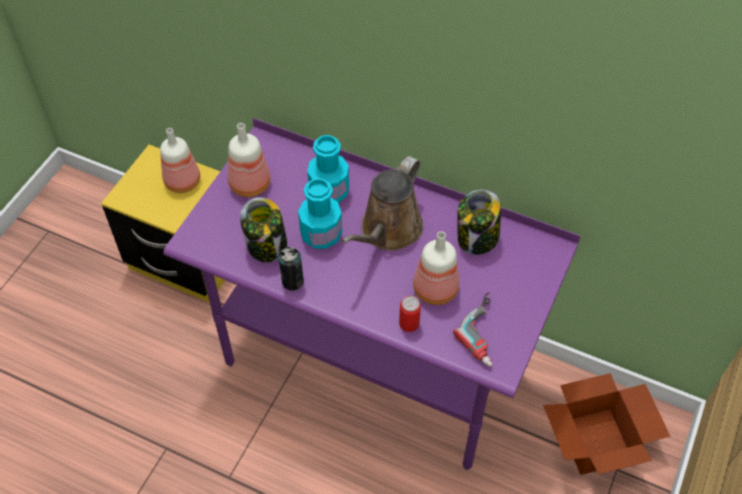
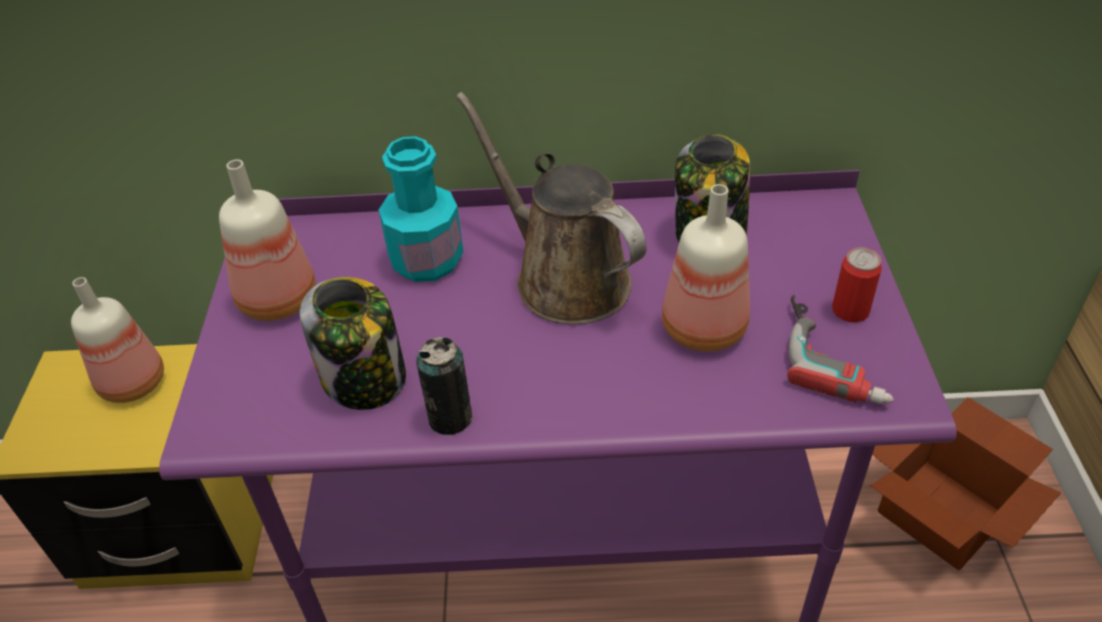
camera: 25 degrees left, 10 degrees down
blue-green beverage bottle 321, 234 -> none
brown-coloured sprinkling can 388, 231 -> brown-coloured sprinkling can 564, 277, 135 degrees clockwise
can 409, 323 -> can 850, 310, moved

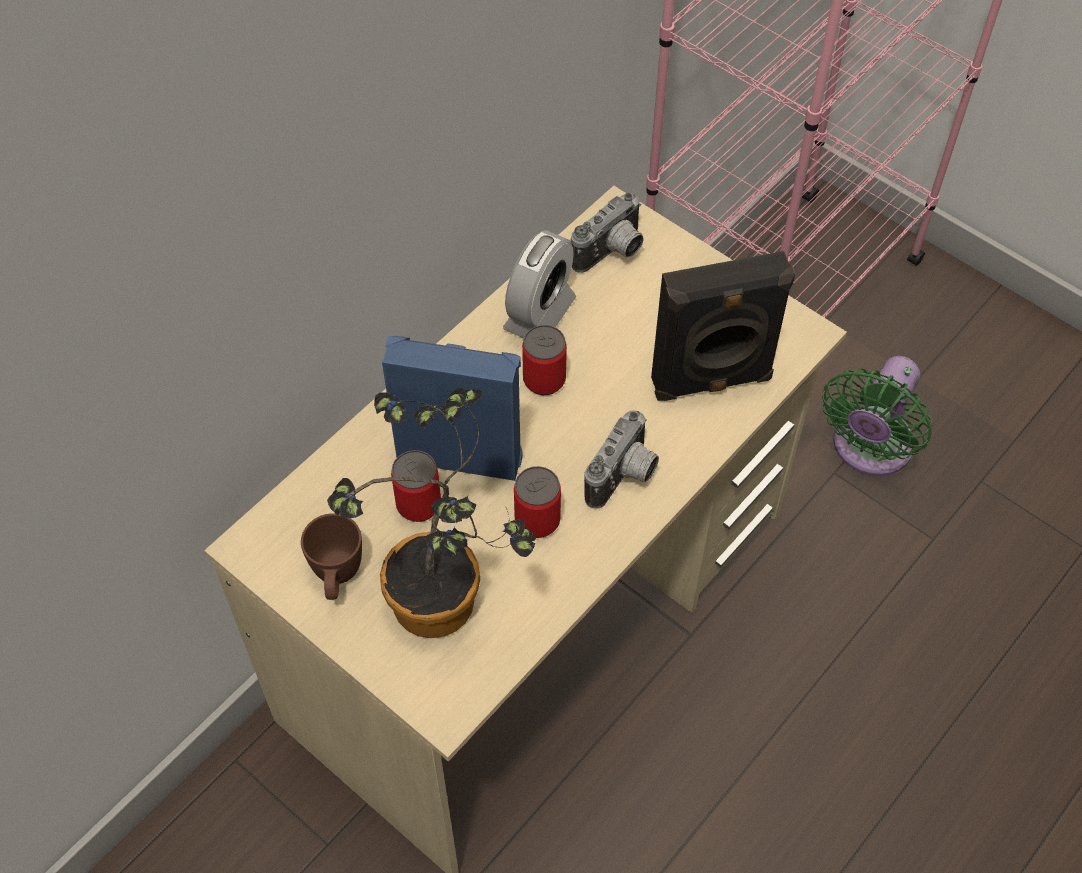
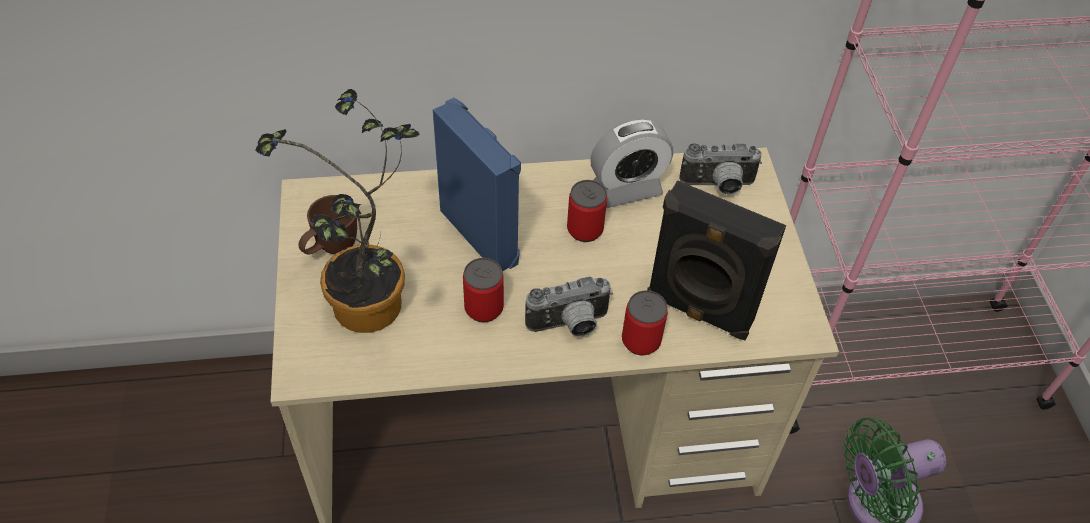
camera: 40 degrees right, 5 degrees down
can 418, 504 -> can 641, 340, moved

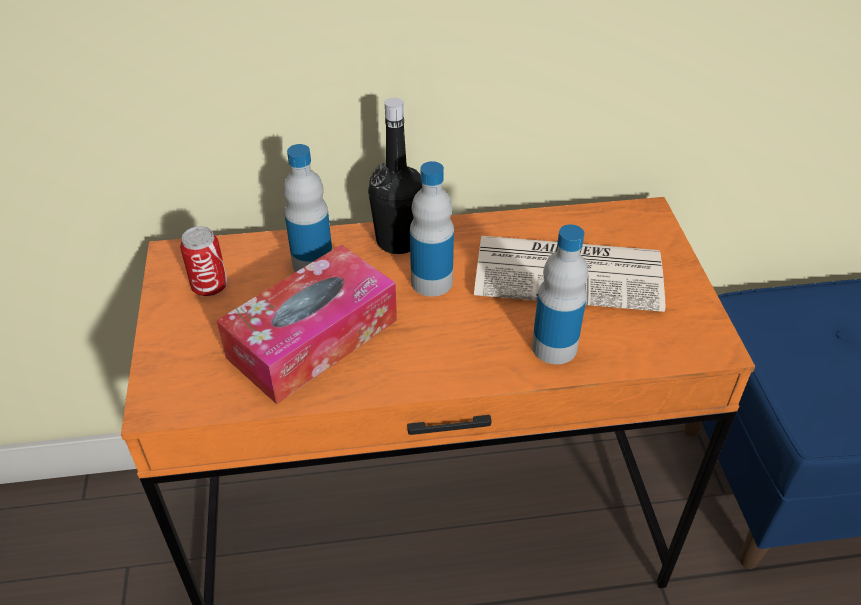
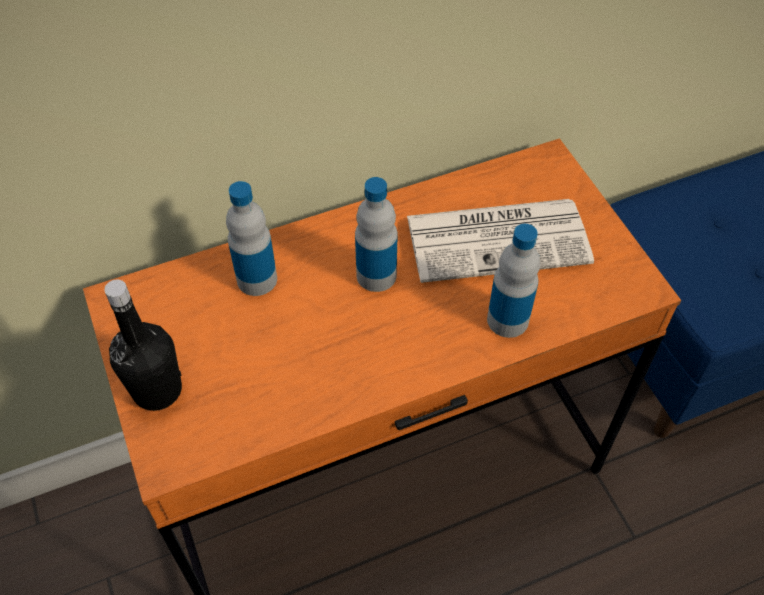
camera: 15 degrees left, 10 degrees up
can 210, 287 -> none
tissue holder 313, 338 -> none
blackish beverage bottle 398, 240 -> blackish beverage bottle 157, 390, moved

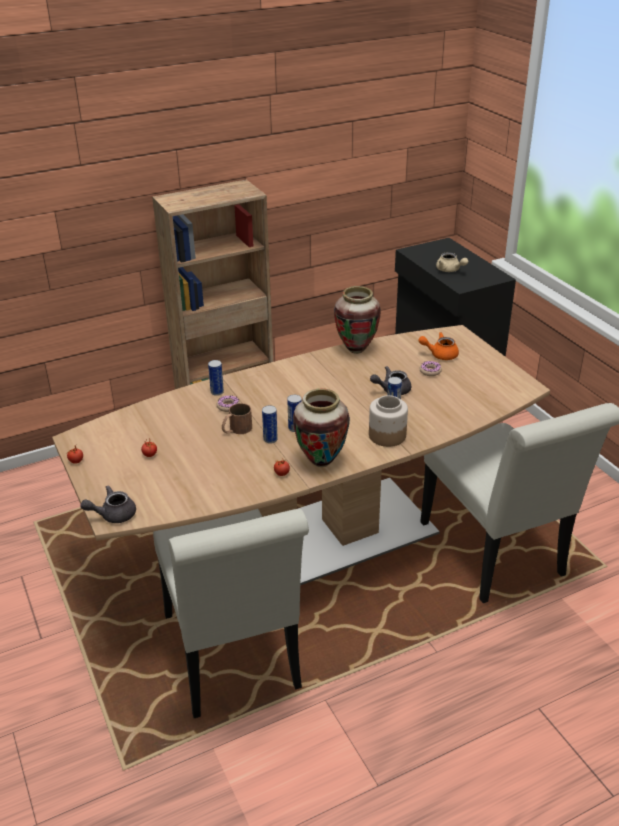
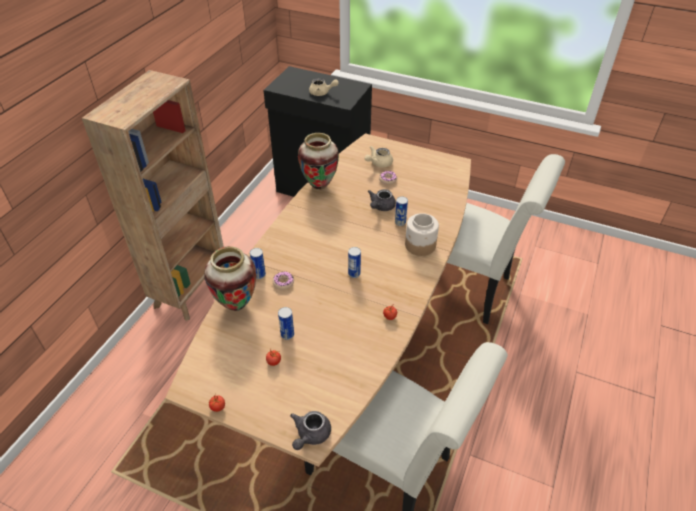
camera: 40 degrees left, 10 degrees up
brown-coloured mug 236, 430 -> none
can 270, 439 -> can 287, 334, moved
decorative vase 321, 462 -> decorative vase 237, 305, moved
orange-coloured teapot 440, 354 -> beige-coloured teapot 378, 163

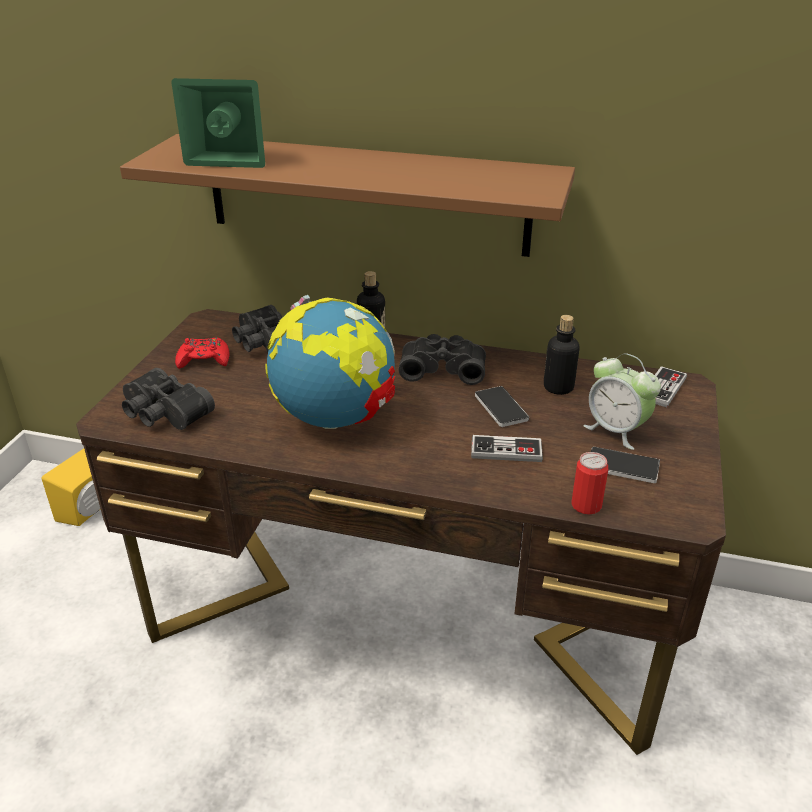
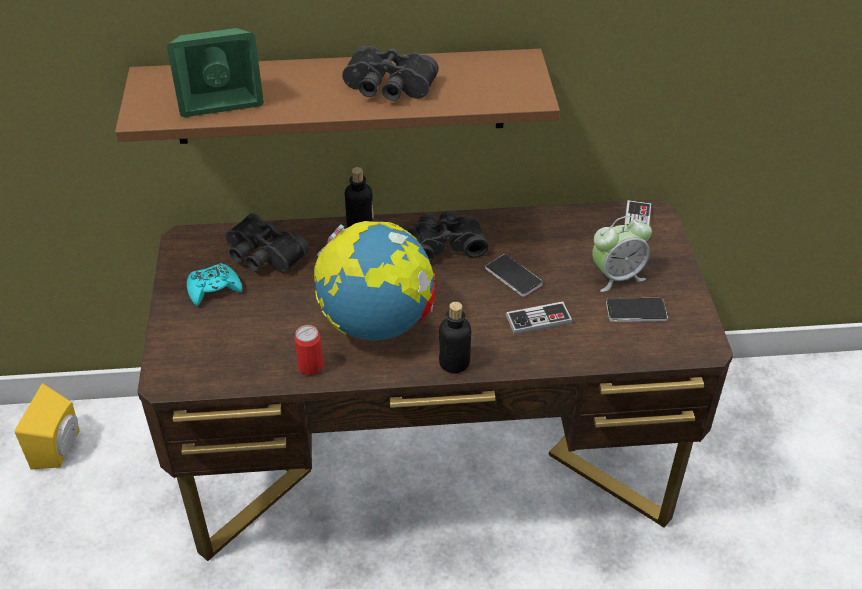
camera: 20 degrees left, 10 degrees up
blackish pair of binoculars 163, 413 -> blackish pair of binoculars 388, 89, moved
red-coloured game controller 204, 360 -> blue-green game controller 213, 289
beverage bottle 558, 387 -> beverage bottle 454, 363, moved
can 586, 505 -> can 310, 366, moved
alarm clock 616, 431 -> alarm clock 617, 276, 45 degrees counterclockwise

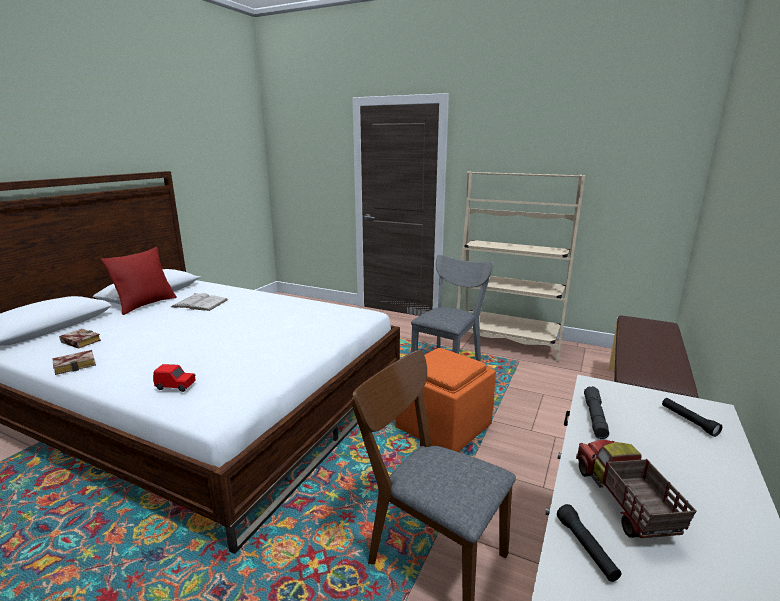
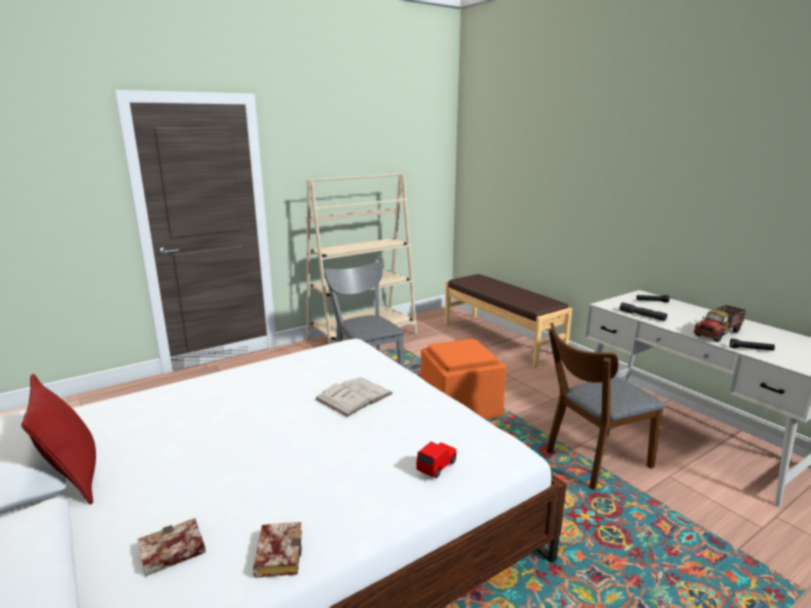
camera: 60 degrees left, 0 degrees up
white-coloured volume 200, 303 -> white-coloured volume 354, 396, moved
toy lorry 623, 503 -> toy lorry 718, 333, 60 degrees counterclockwise

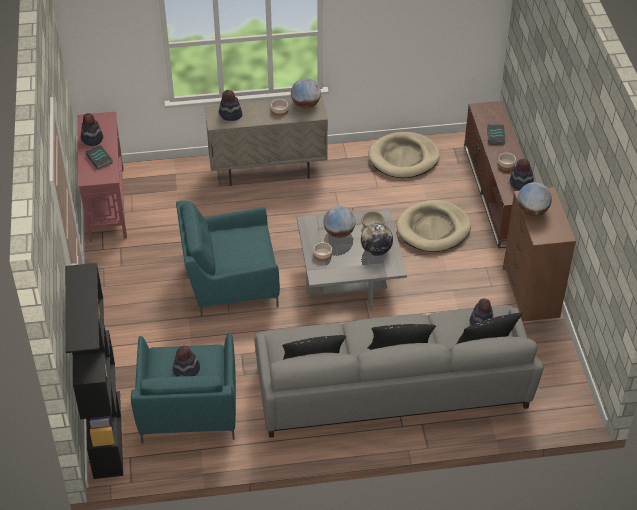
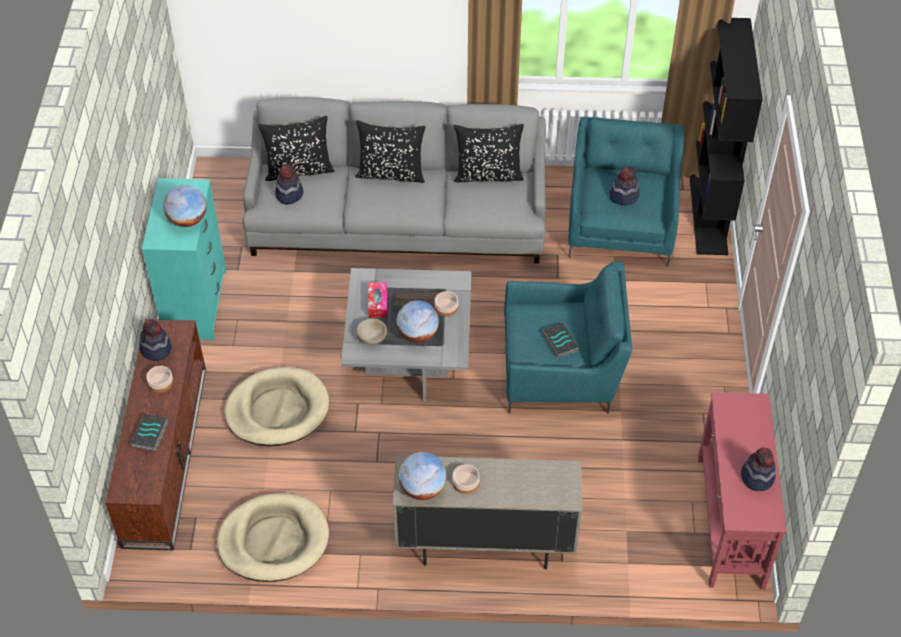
camera: 170 degrees left, 5 degrees up
volume 100, 159 -> volume 559, 342, moved
hat 230, 115 -> none
globe 376, 250 -> tissue holder 378, 303
brown-coloured chest of drawers 530, 293 -> blue-green chest of drawers 196, 304

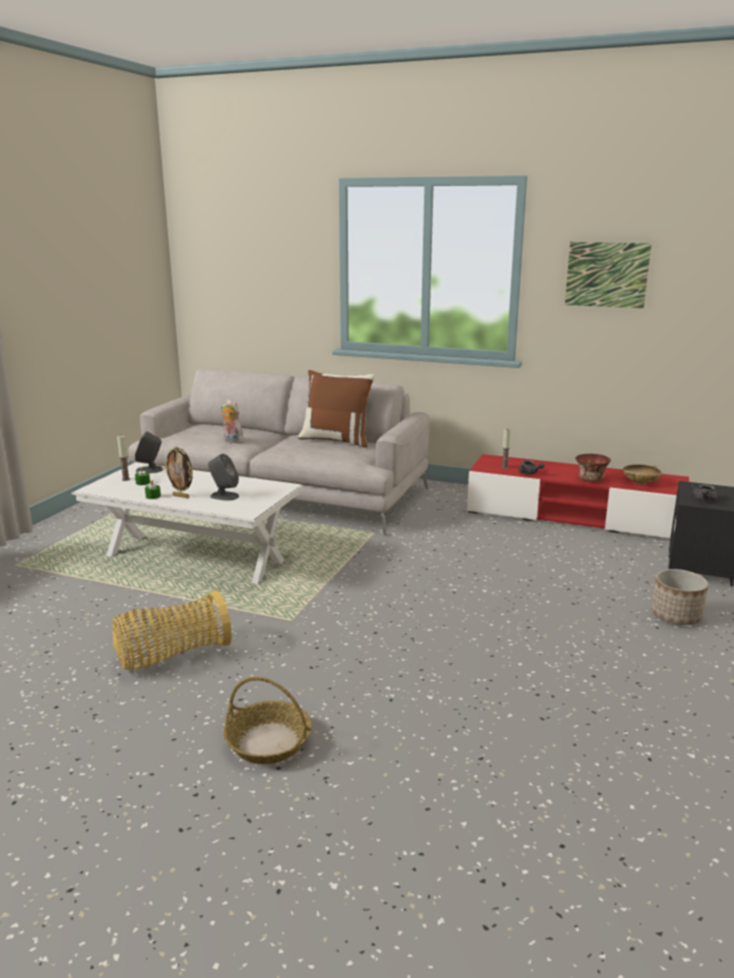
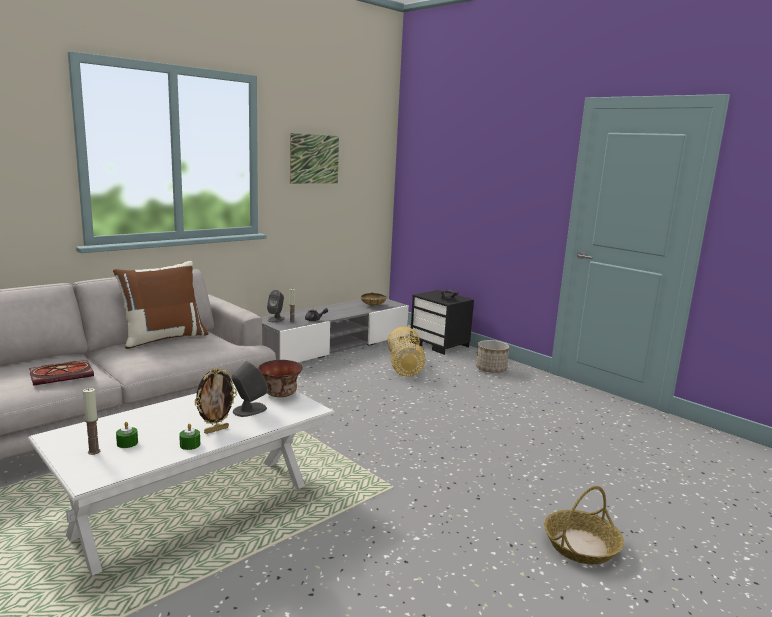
camera: 65 degrees left, 5 degrees down
household basket 172, 656 -> household basket 405, 368, moved
greyish audio speaker 150, 470 -> greyish audio speaker 276, 319, moved
plush toy 232, 441 -> volume 63, 374
red-coloured tv stand 573, 516 -> greyish tv stand 334, 345
bowl 591, 480 -> bowl 281, 394, moved

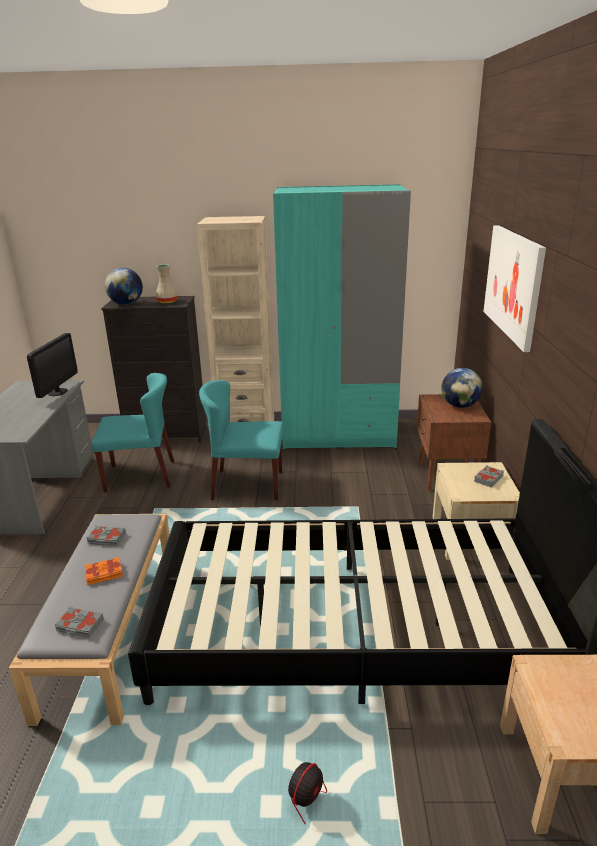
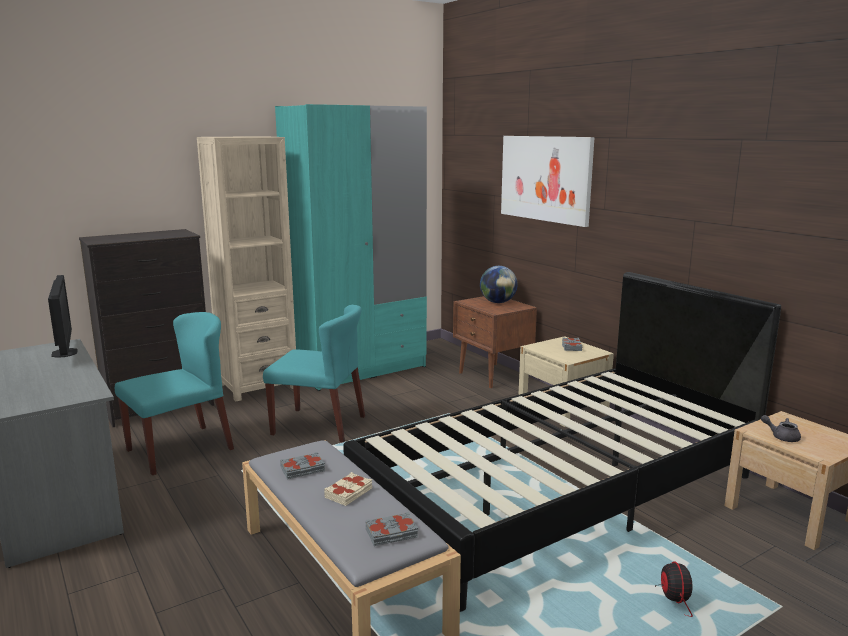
camera: 35 degrees left, 10 degrees down
orange-coloured volume 104, 574 -> beige-coloured volume 349, 493
globe 126, 304 -> none
beige-coloured decorative vase 167, 302 -> none
blue-green chair 247, 485 -> blue-green chair 319, 425, 135 degrees counterclockwise
none -> greyish teapot 781, 437

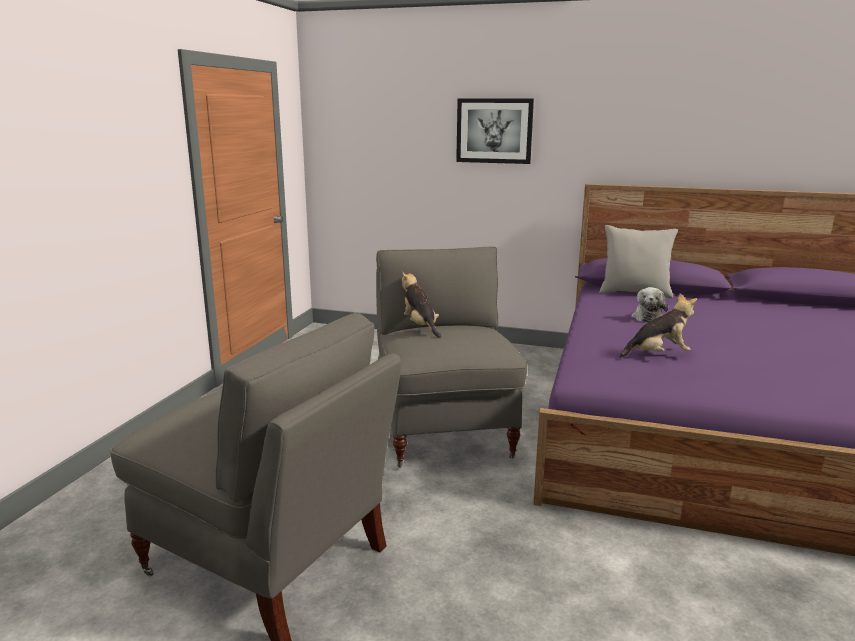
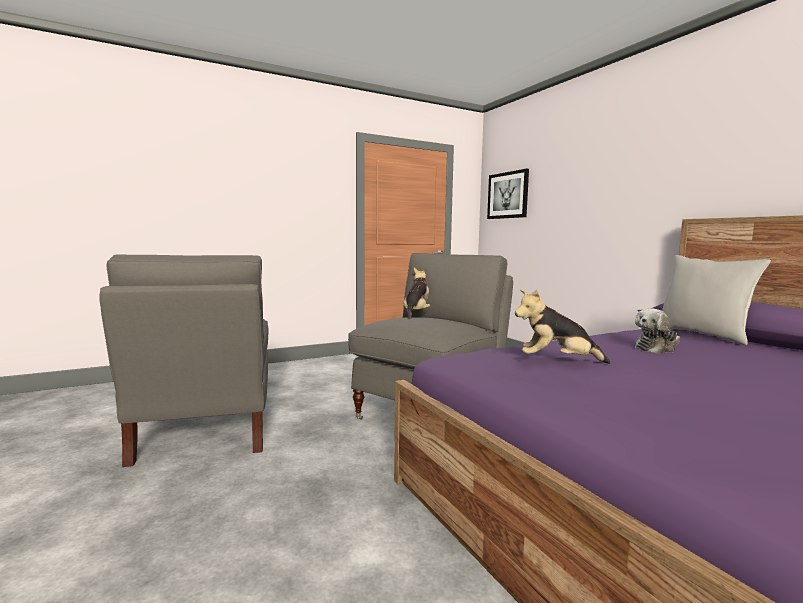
camera: 45 degrees right, 10 degrees down
picture 494, 131 -> picture 508, 195, moved
plush toy 657, 355 -> plush toy 557, 362, 150 degrees clockwise

